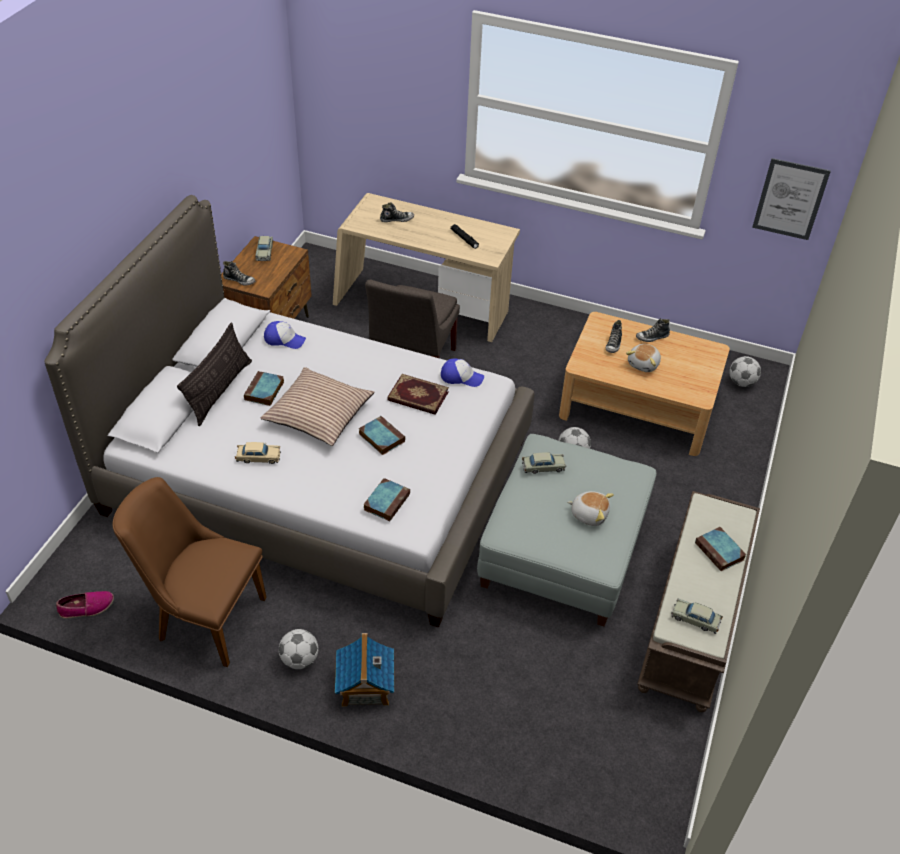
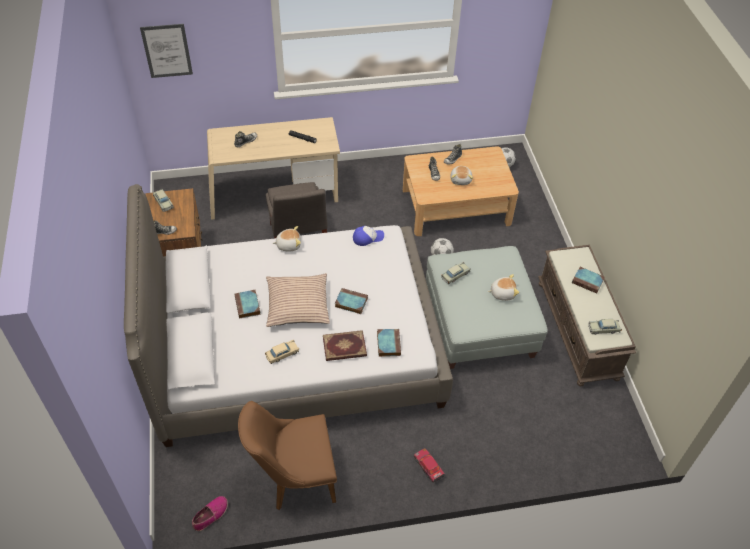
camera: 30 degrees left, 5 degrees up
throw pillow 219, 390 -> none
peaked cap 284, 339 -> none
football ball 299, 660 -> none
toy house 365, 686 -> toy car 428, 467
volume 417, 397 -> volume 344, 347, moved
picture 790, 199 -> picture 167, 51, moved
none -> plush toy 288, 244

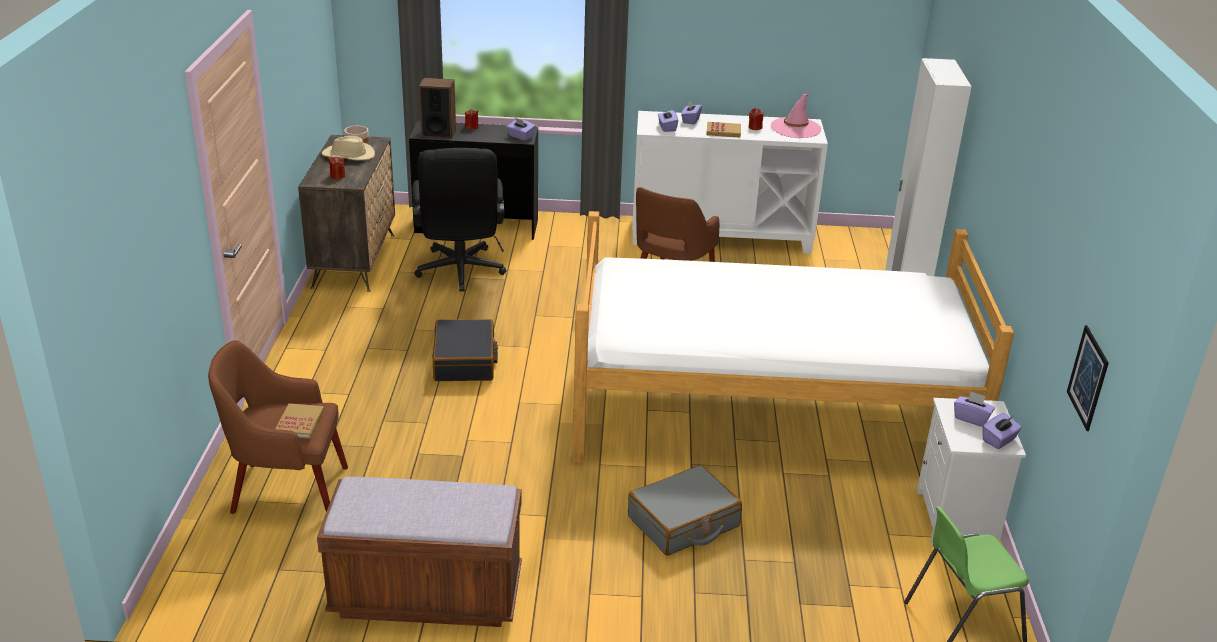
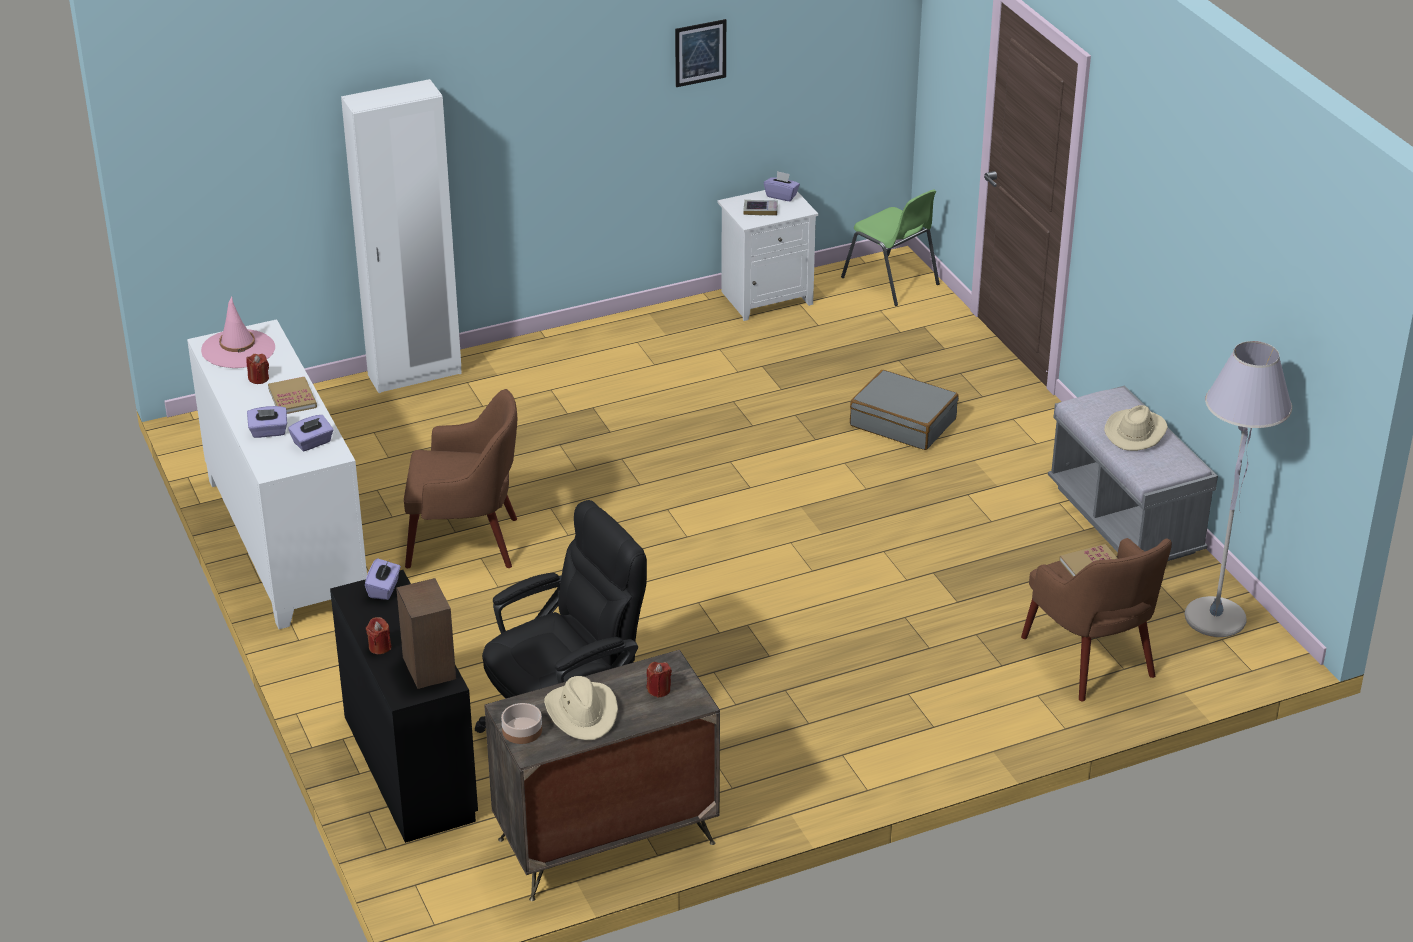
camera: 115 degrees left, 5 degrees up
brown-coloured bench 426, 595 -> greyish bench 1124, 520
blackish suitcase 465, 361 -> none
sleeping bed 767, 412 -> none
purple-coloured tissue holder 971, 418 -> volume 760, 210
picture 1087, 377 -> picture 700, 53, moved
none -> beige-coloured hat 1136, 432
none -> greyish floor lamp 1215, 618

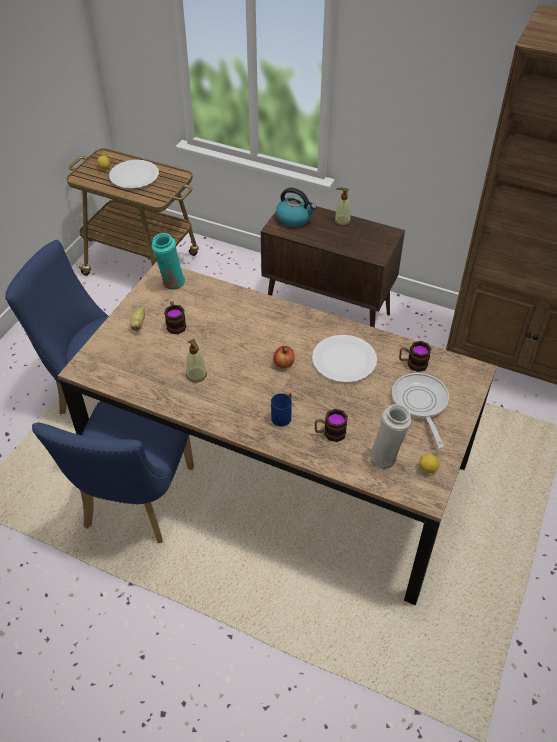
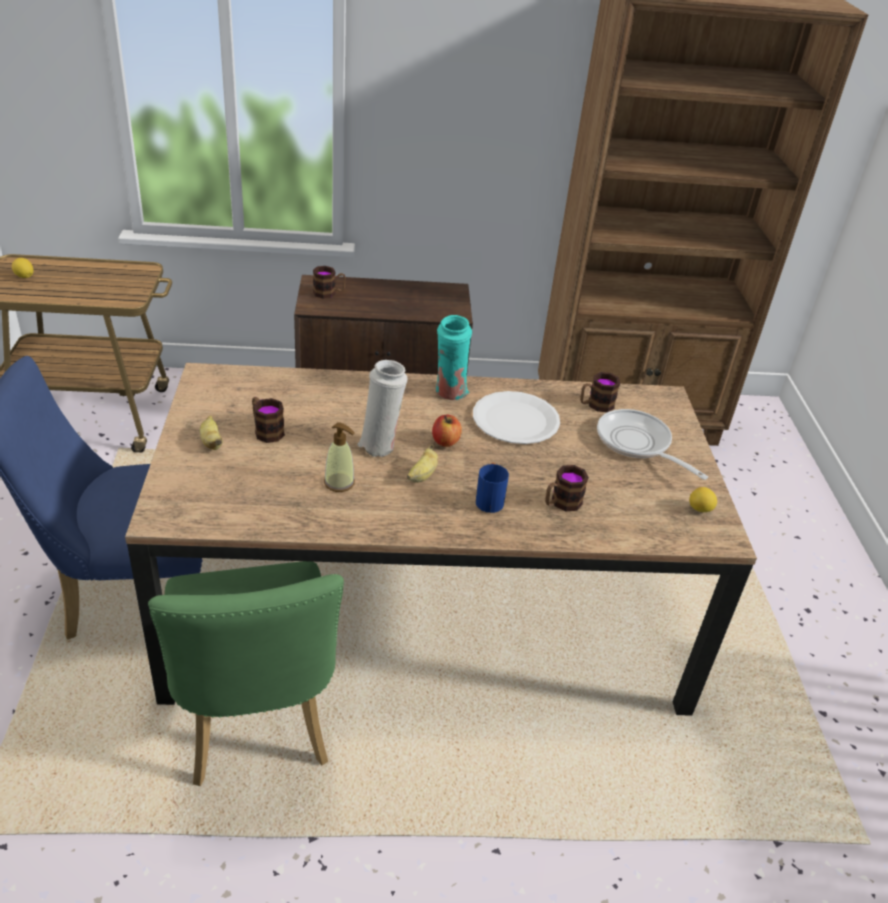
camera: 30 degrees left, 10 degrees down
blue chair 135, 504 -> green-coloured chair 256, 725
white-coloured dinner plate 134, 176 -> none
blue-green decorative vase 171, 283 -> blue-green decorative vase 450, 393, moved
tea kettle 295, 218 -> mug 329, 293
liquid soap bottle 342, 221 -> none
white-coloured decorative vase 385, 457 -> white-coloured decorative vase 380, 445, moved
none -> banana 422, 475

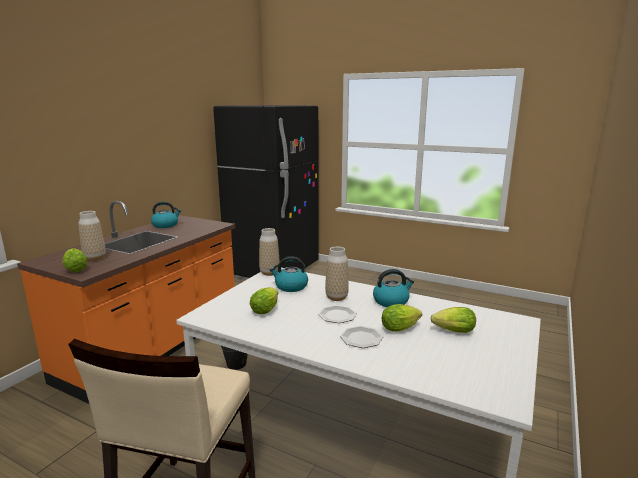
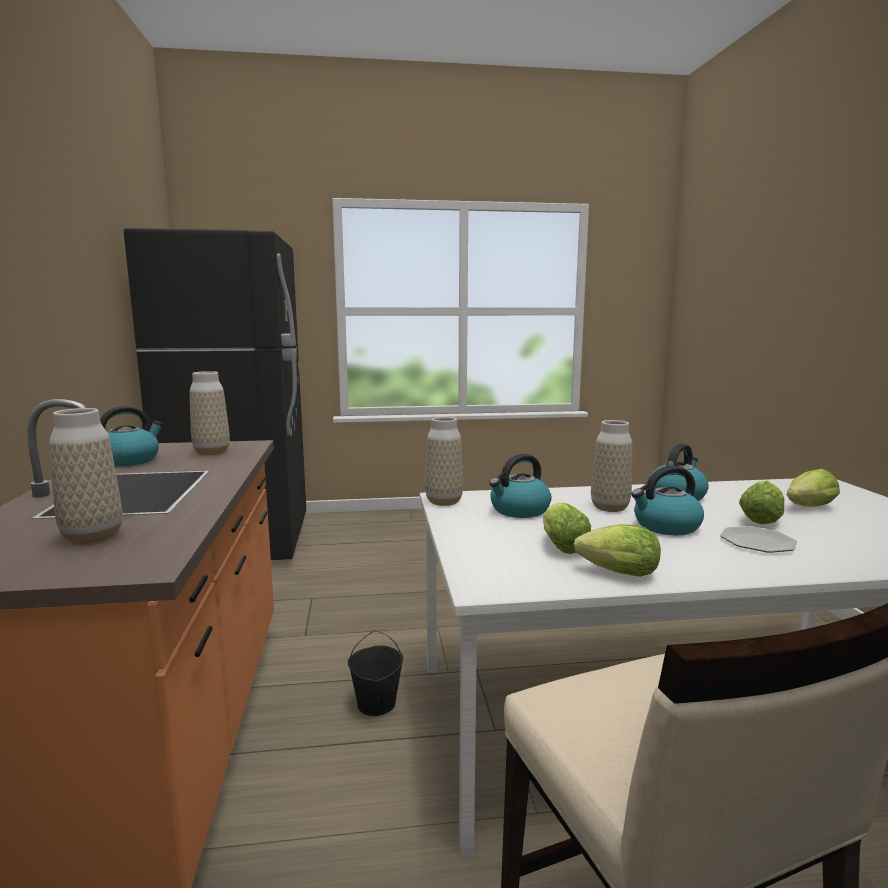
camera: 35 degrees left, 5 degrees down
head of lettuce 75, 269 -> head of lettuce 614, 573, moved
dinner plate 337, 316 -> tea kettle 666, 526
none -> decorative vase 211, 452

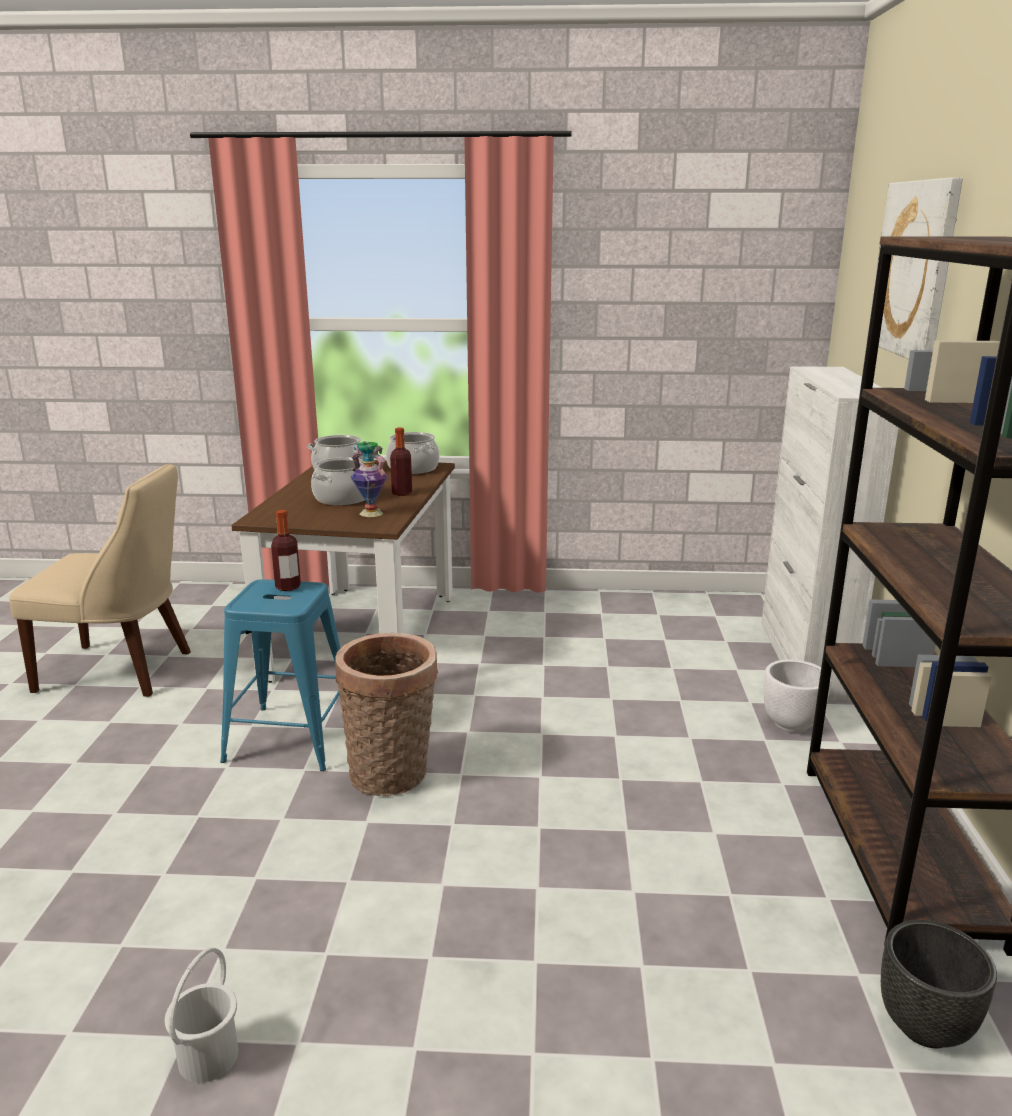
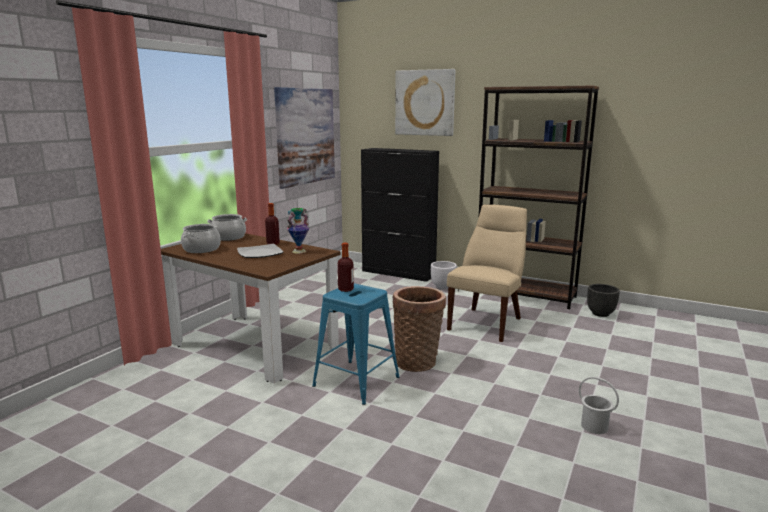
camera: 65 degrees left, 5 degrees down
beige-coloured chair 121, 671 -> beige-coloured chair 487, 323, moved
saucepot 342, 498 -> dinner plate 260, 253
white-coloured cupboard 804, 659 -> blackish cupboard 398, 273
none -> picture 305, 136

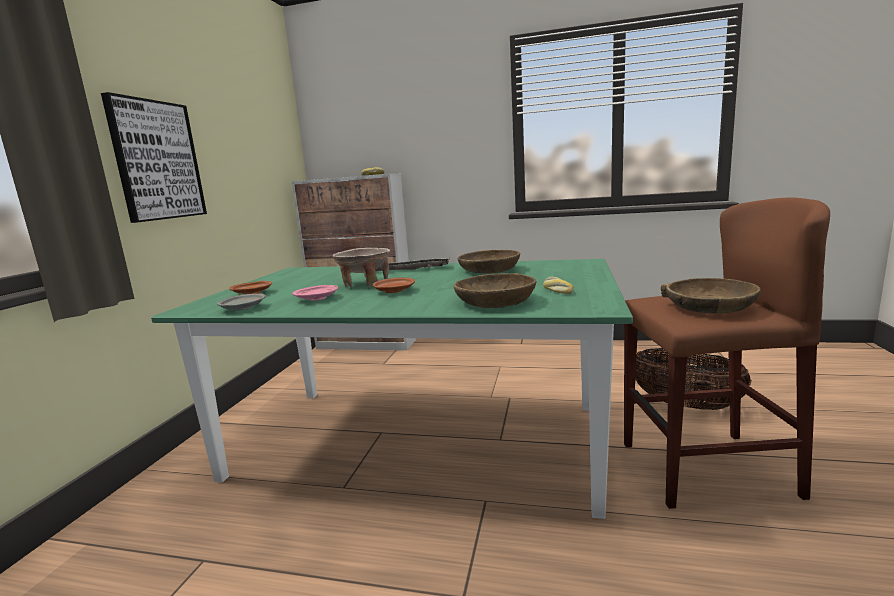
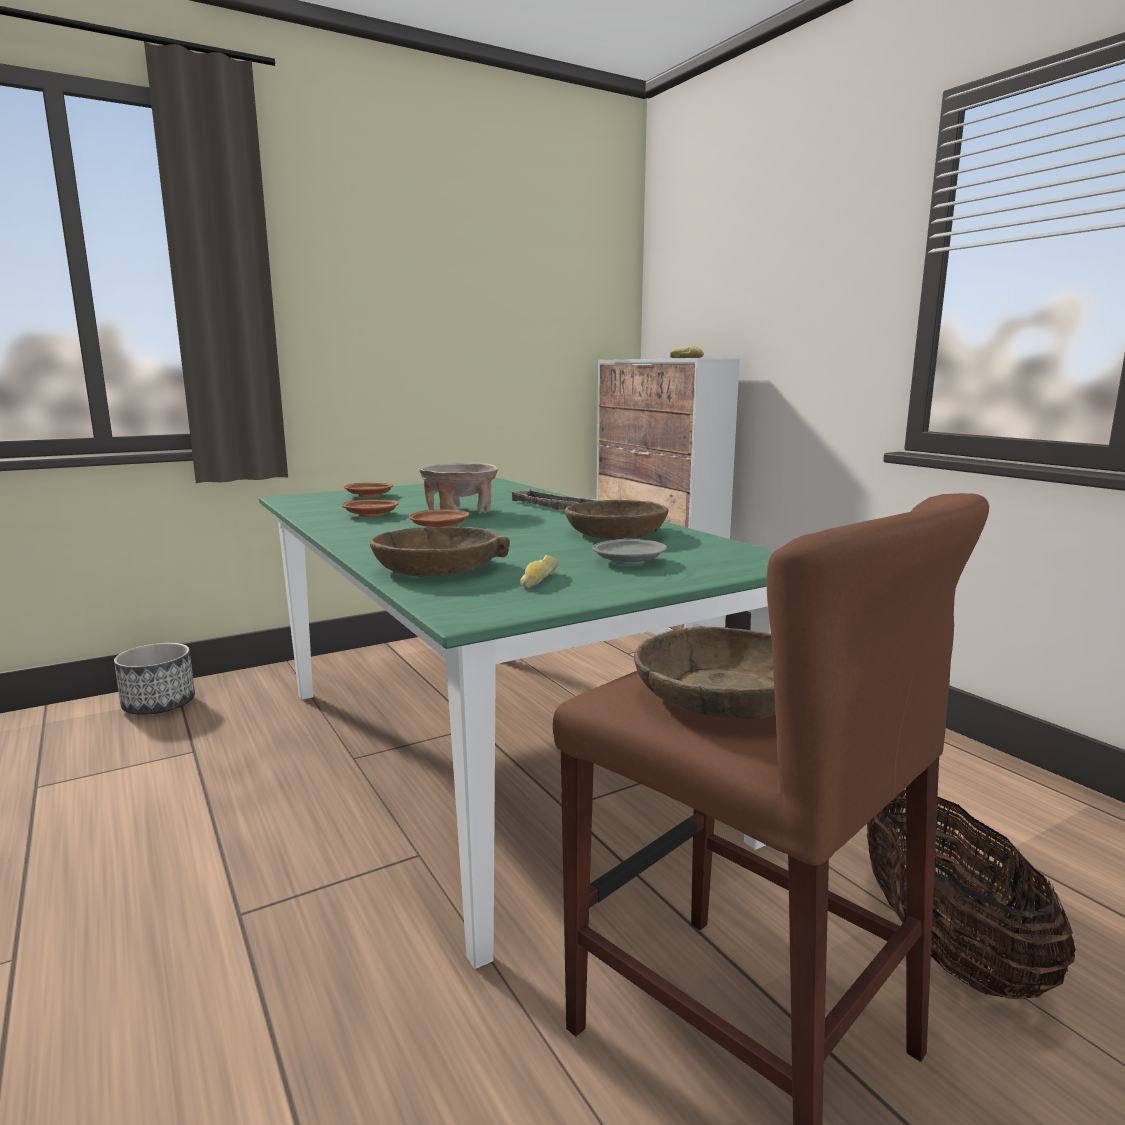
camera: 45 degrees right, 0 degrees up
picture 156, 161 -> none
greyish dinner plate 243, 308 -> greyish dinner plate 629, 562, moved
pinkish dinner plate 317, 298 -> brown-coloured dinner plate 371, 515
none -> plant pot 159, 705

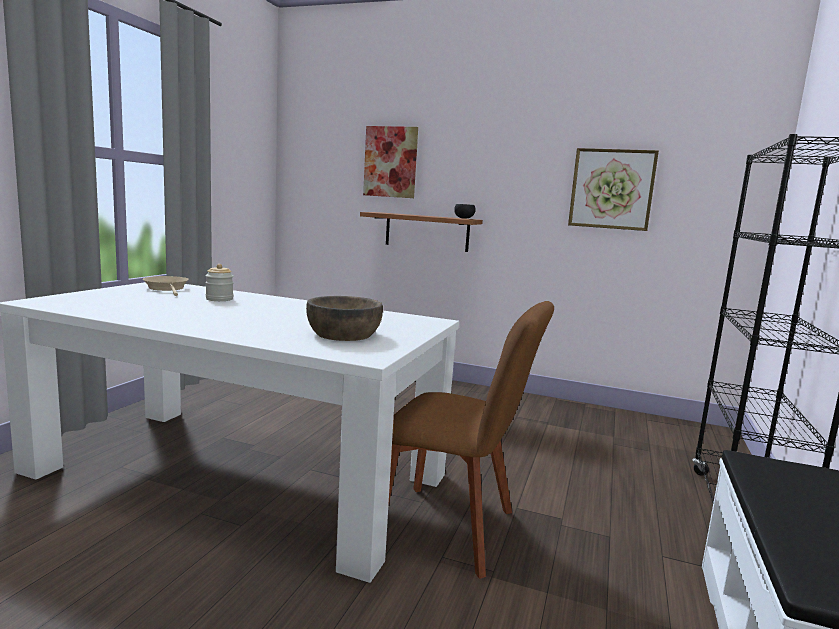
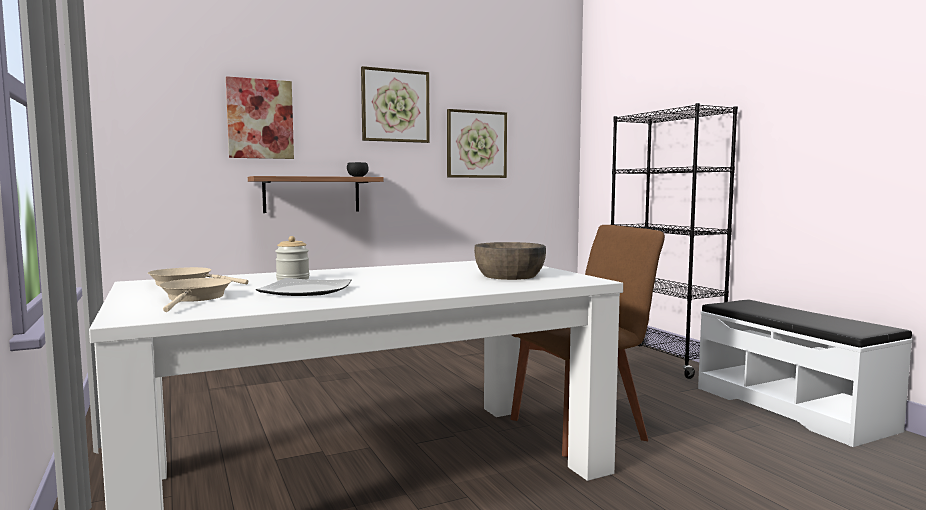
camera: 45 degrees left, 5 degrees down
none -> beige-coloured skillet 195, 298
none -> dinner plate 305, 291
none -> picture 395, 106

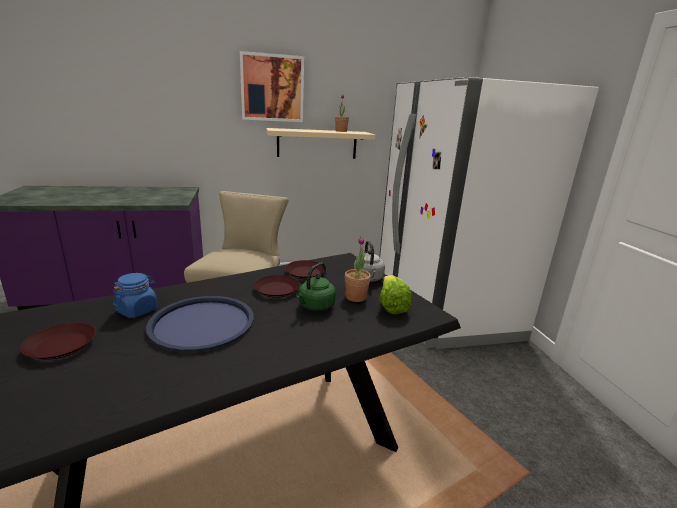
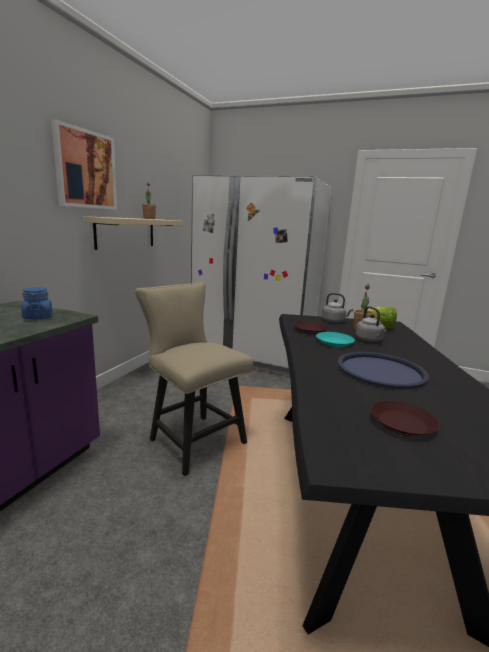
camera: 55 degrees left, 5 degrees down
blue storage jar 137, 310 -> blue storage jar 38, 317, moved
brown-coloured dinner plate 276, 290 -> blue-green dinner plate 334, 342
green-coloured tea kettle 315, 307 -> greyish tea kettle 369, 340

